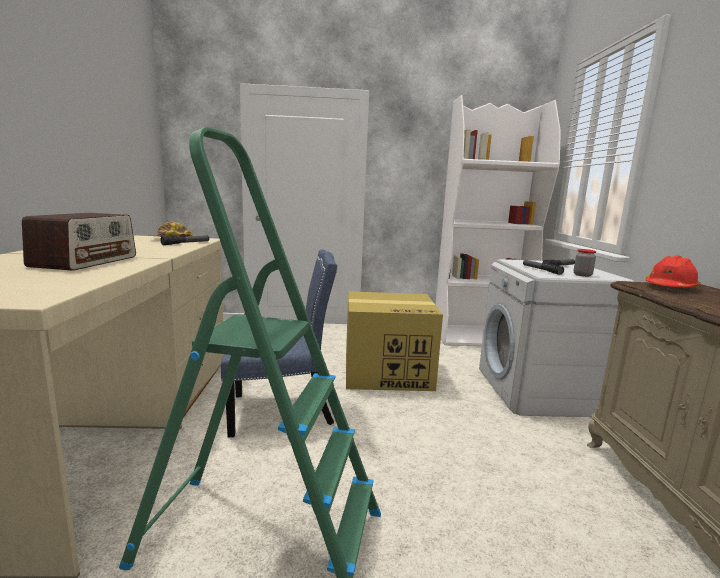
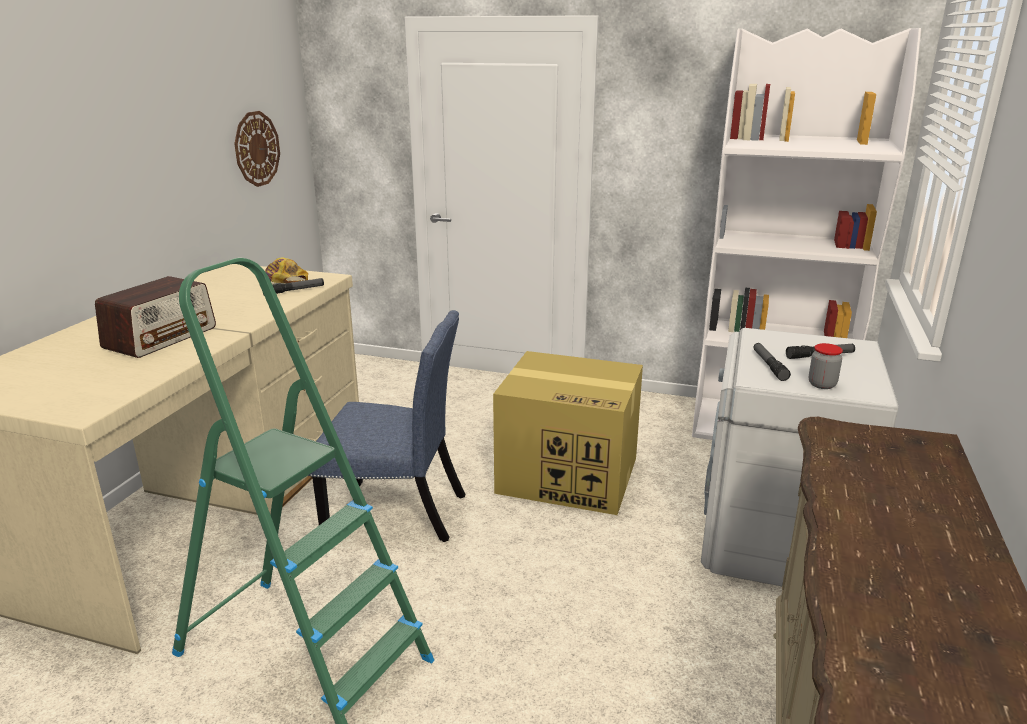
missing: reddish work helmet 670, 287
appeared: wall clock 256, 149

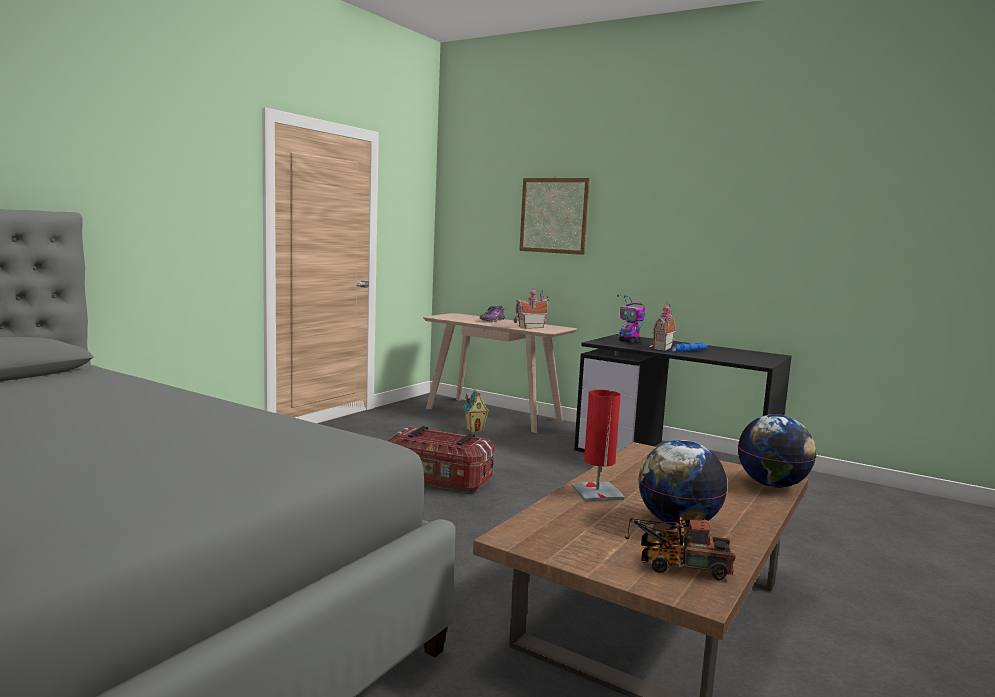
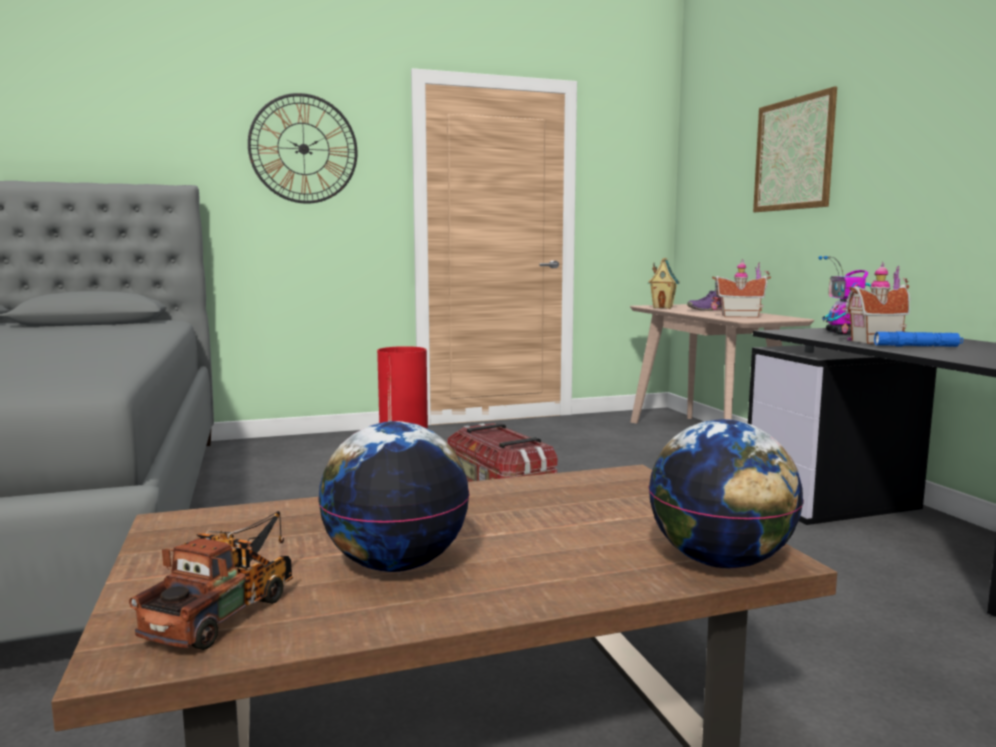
appeared: wall clock 303, 149
relocated: model house 475, 430 to 663, 307
spun: model truck 677, 566 = 228, 611 60 degrees clockwise

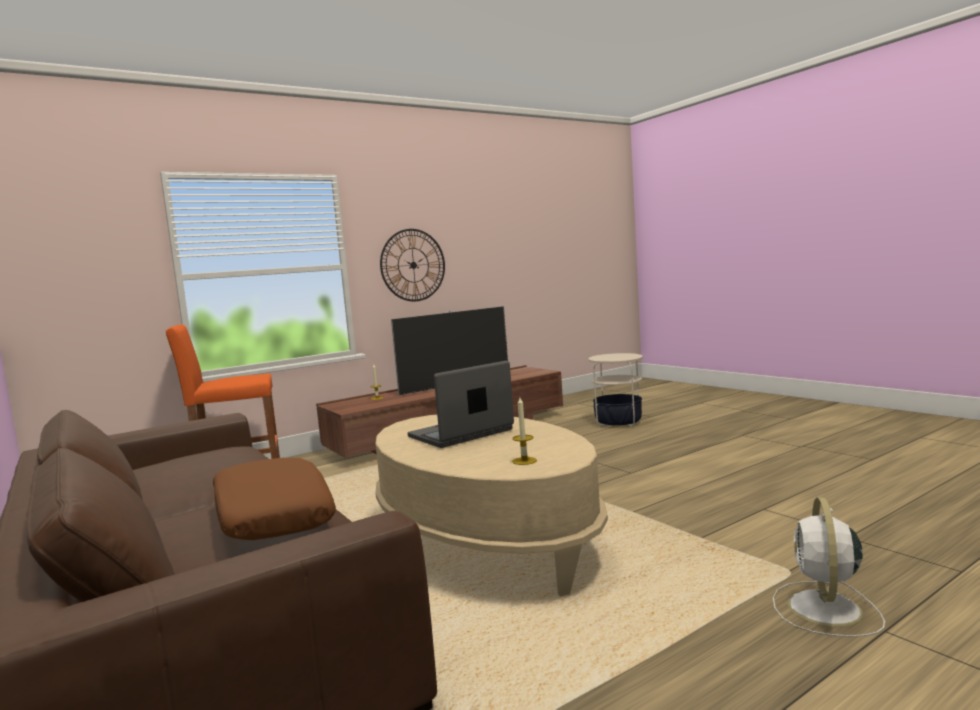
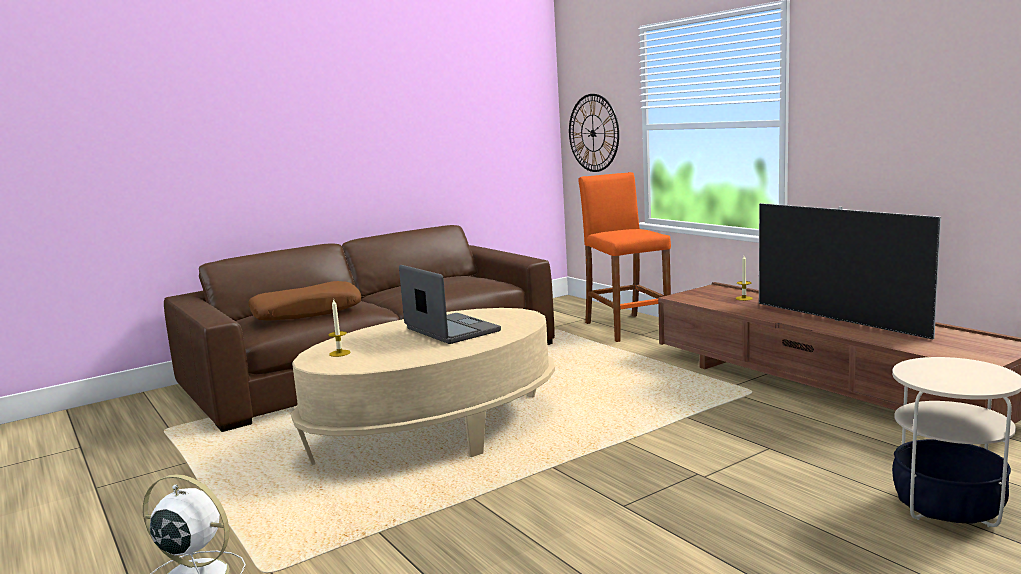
relocated: wall clock 413, 265 to 593, 133

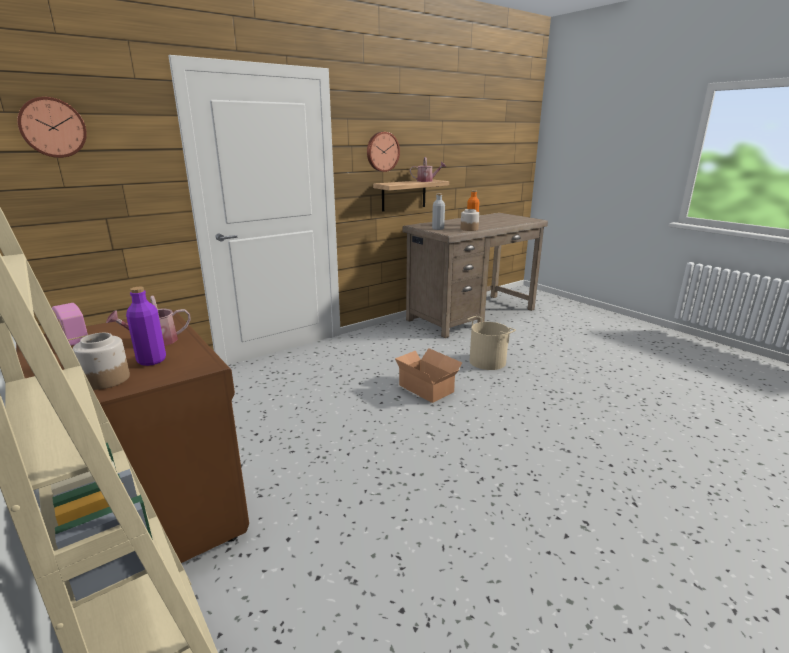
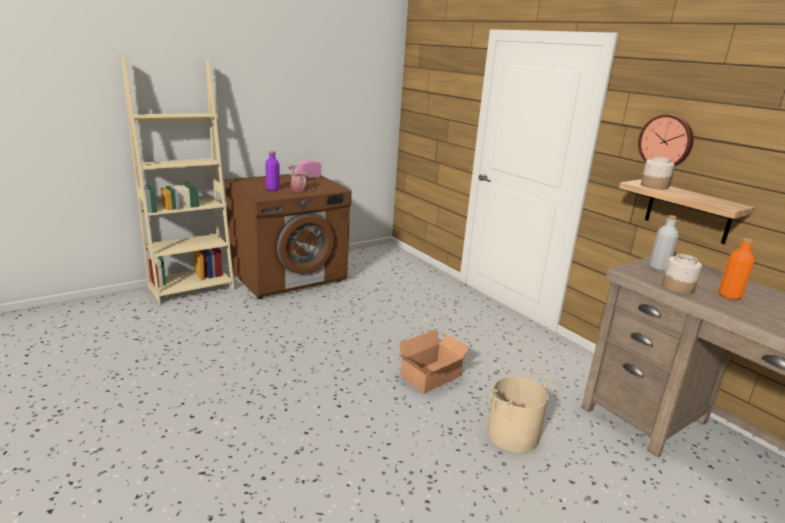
missing: wall clock 52, 127; watering can 427, 181
relocated: jar 106, 380 to 653, 186

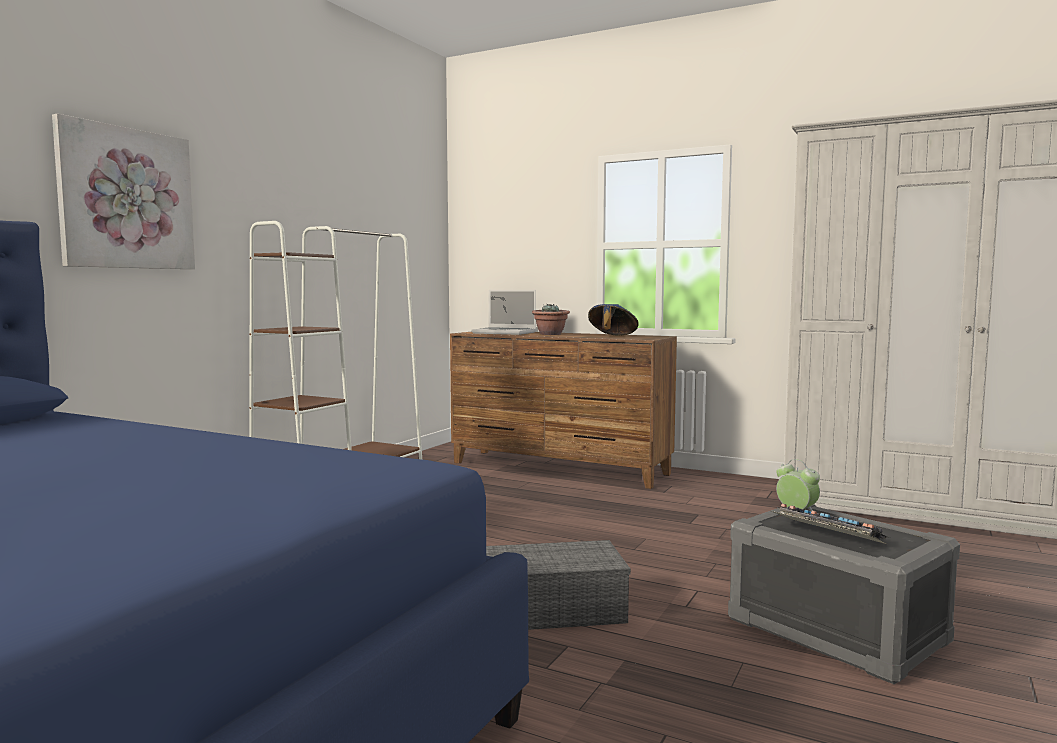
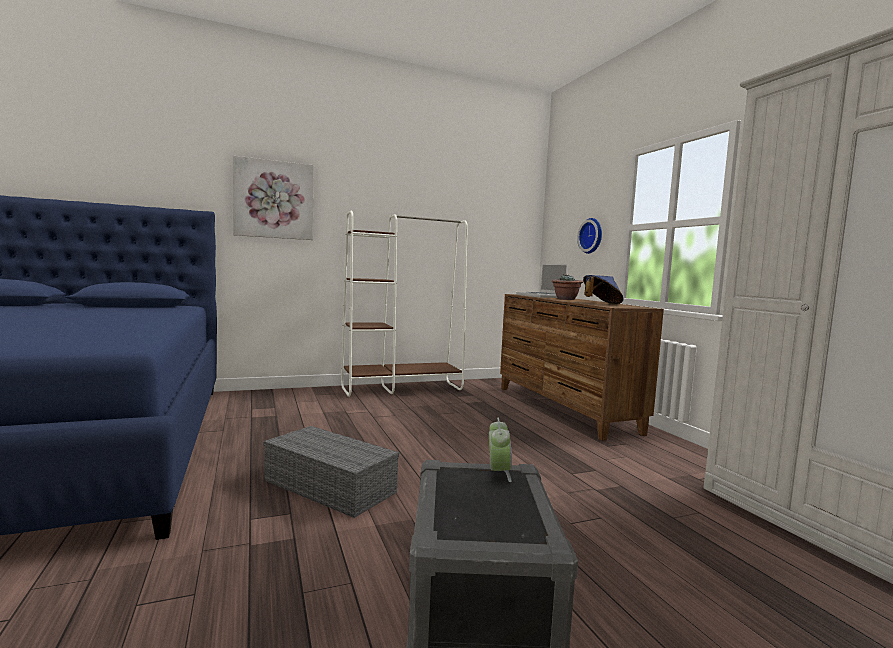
missing: keyboard 825, 536
appeared: wall clock 592, 236

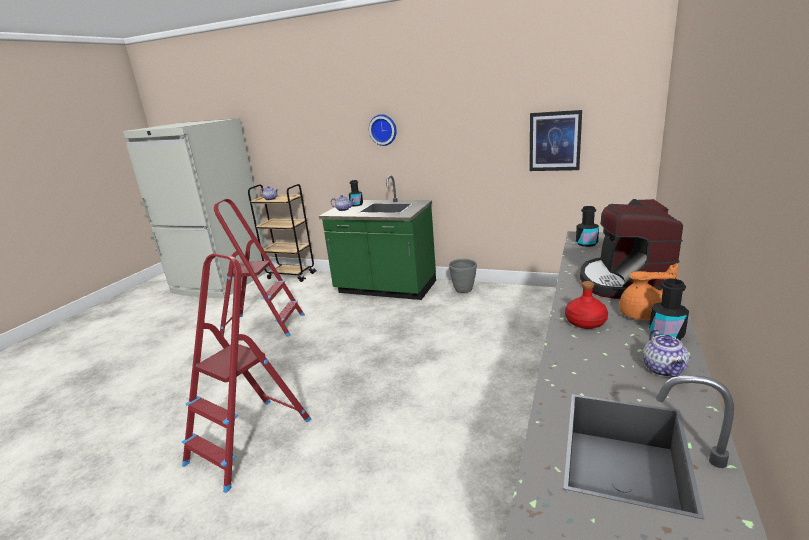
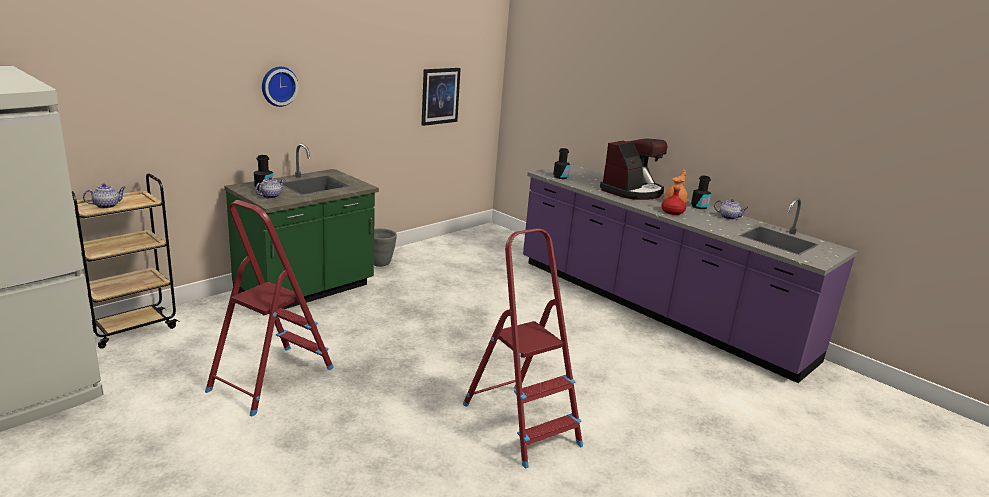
spun: coffee maker 624, 282 = 632, 191 75 degrees counterclockwise

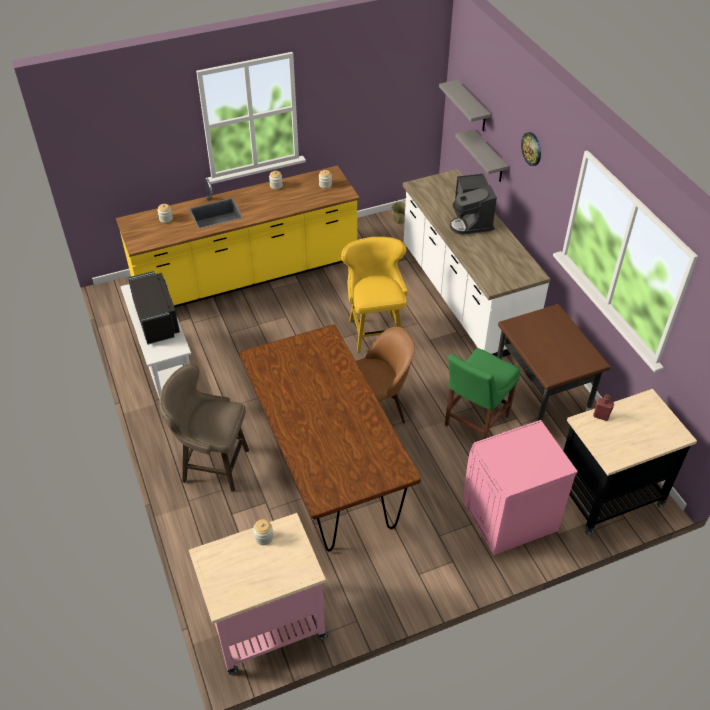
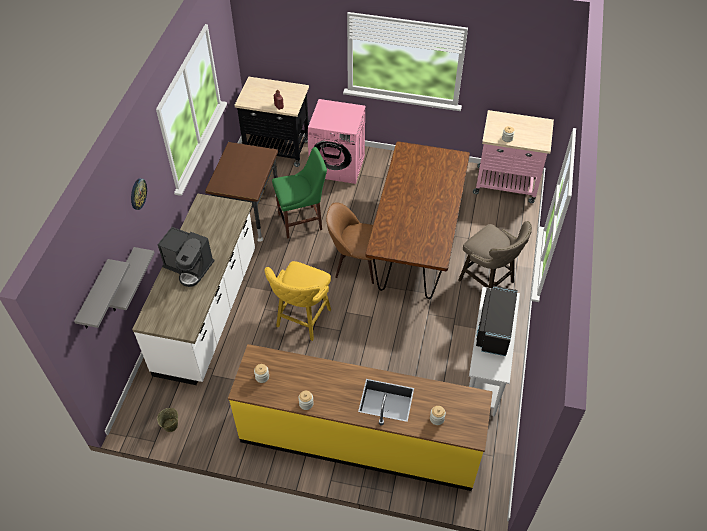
spun: coffee maker 471, 221 = 189, 267 90 degrees clockwise

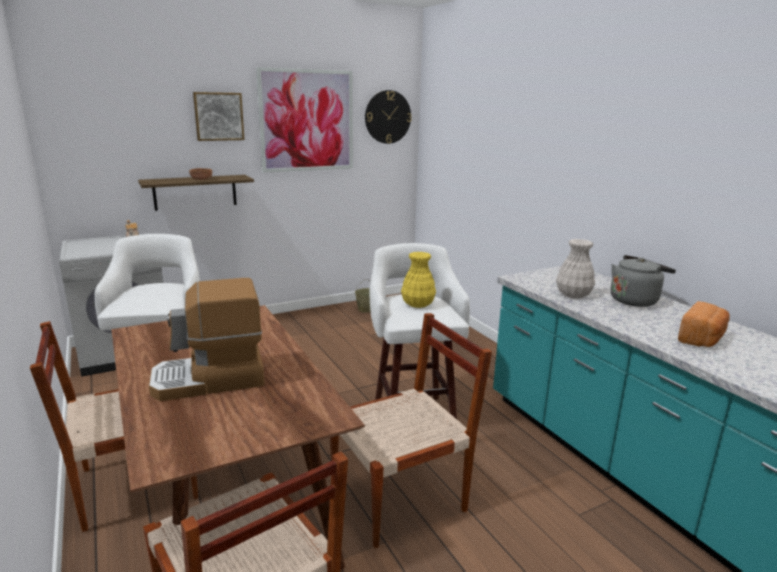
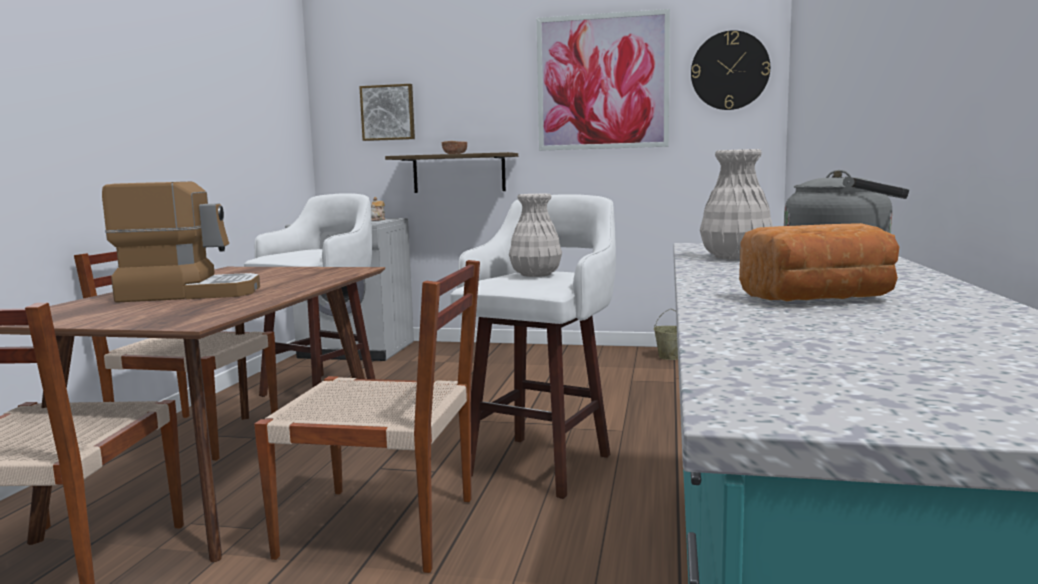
relocated: wall art 218, 116 to 388, 112
colour: yellowish vase 418, 304 to whitish vase 535, 275
spun: coffee maker 210, 380 = 190, 293 150 degrees clockwise

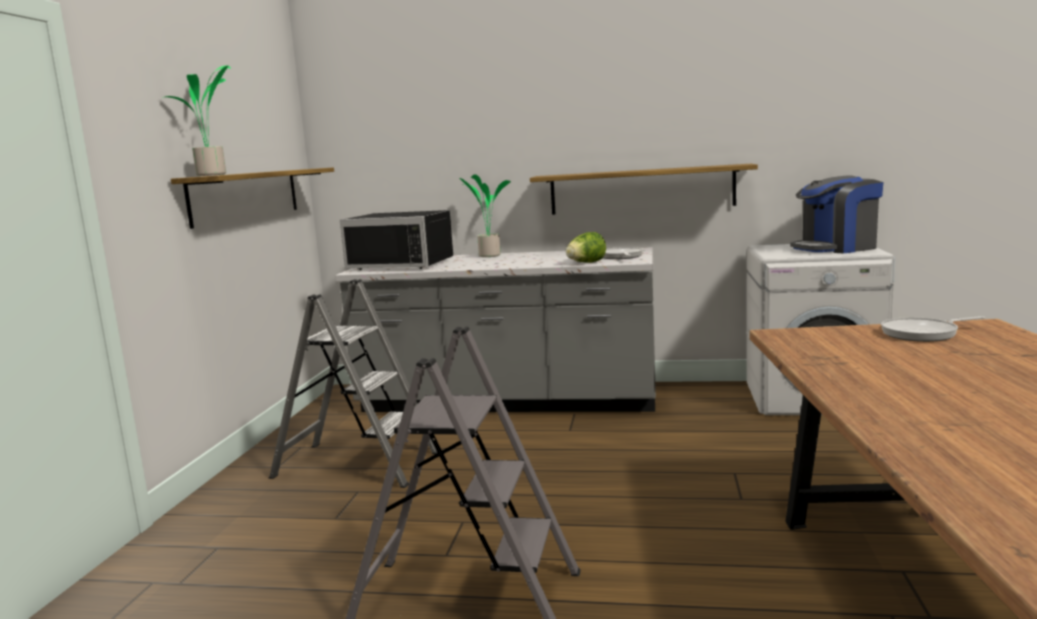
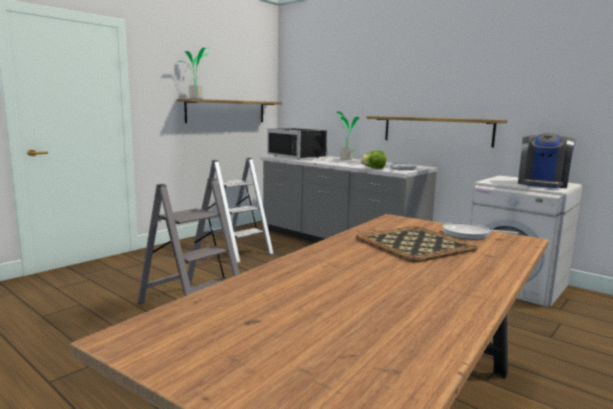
appeared: tray 416, 244
spun: coffee maker 836, 248 = 542, 184 75 degrees counterclockwise

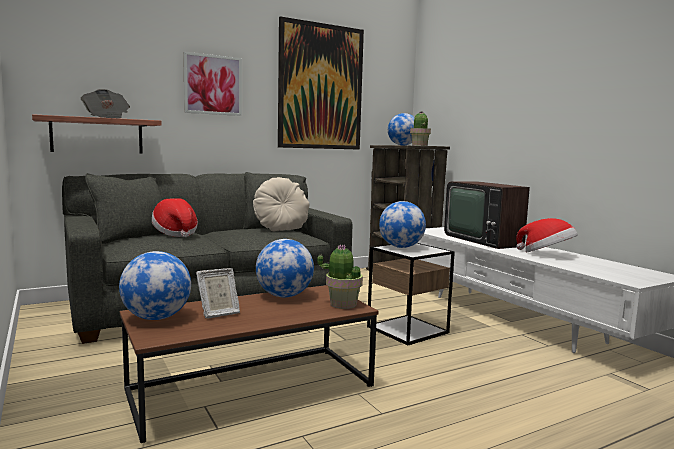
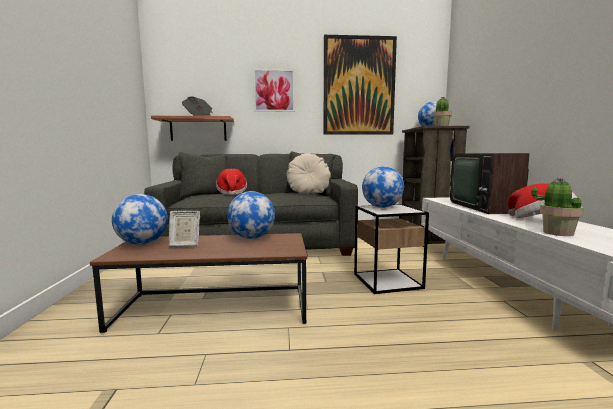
relocated: plant in a pot 343, 304 to 557, 233

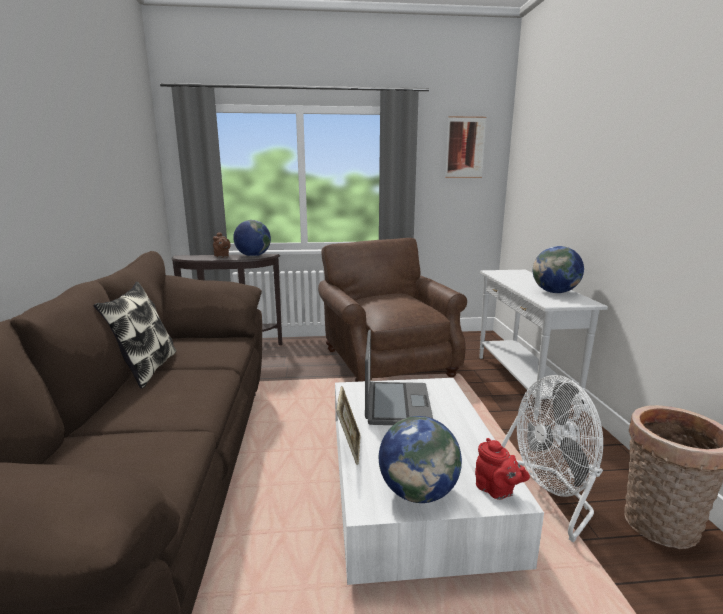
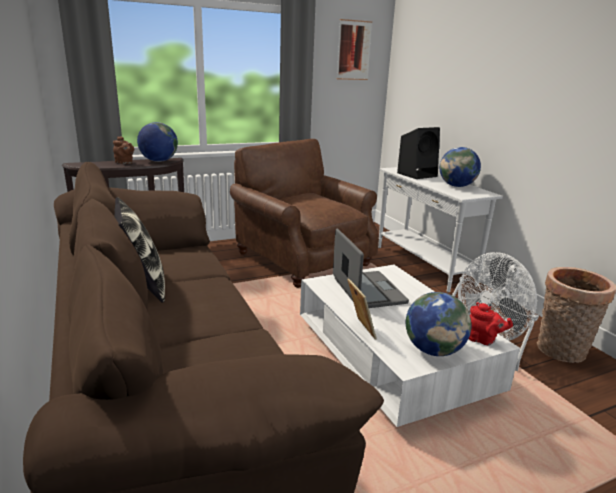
appeared: blackish loudspeaker 417, 174

